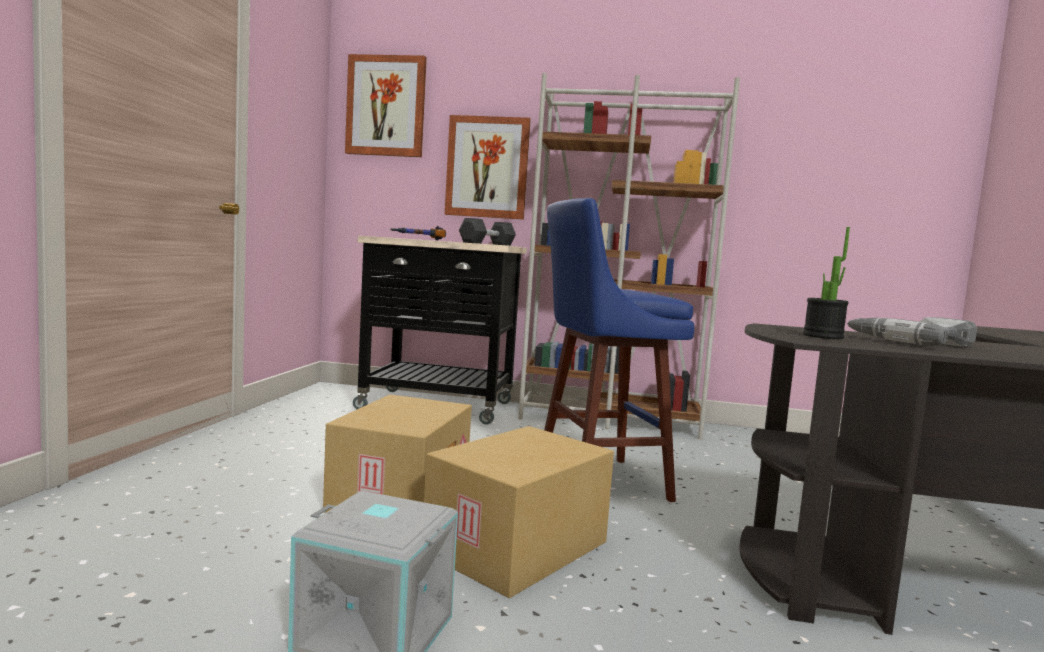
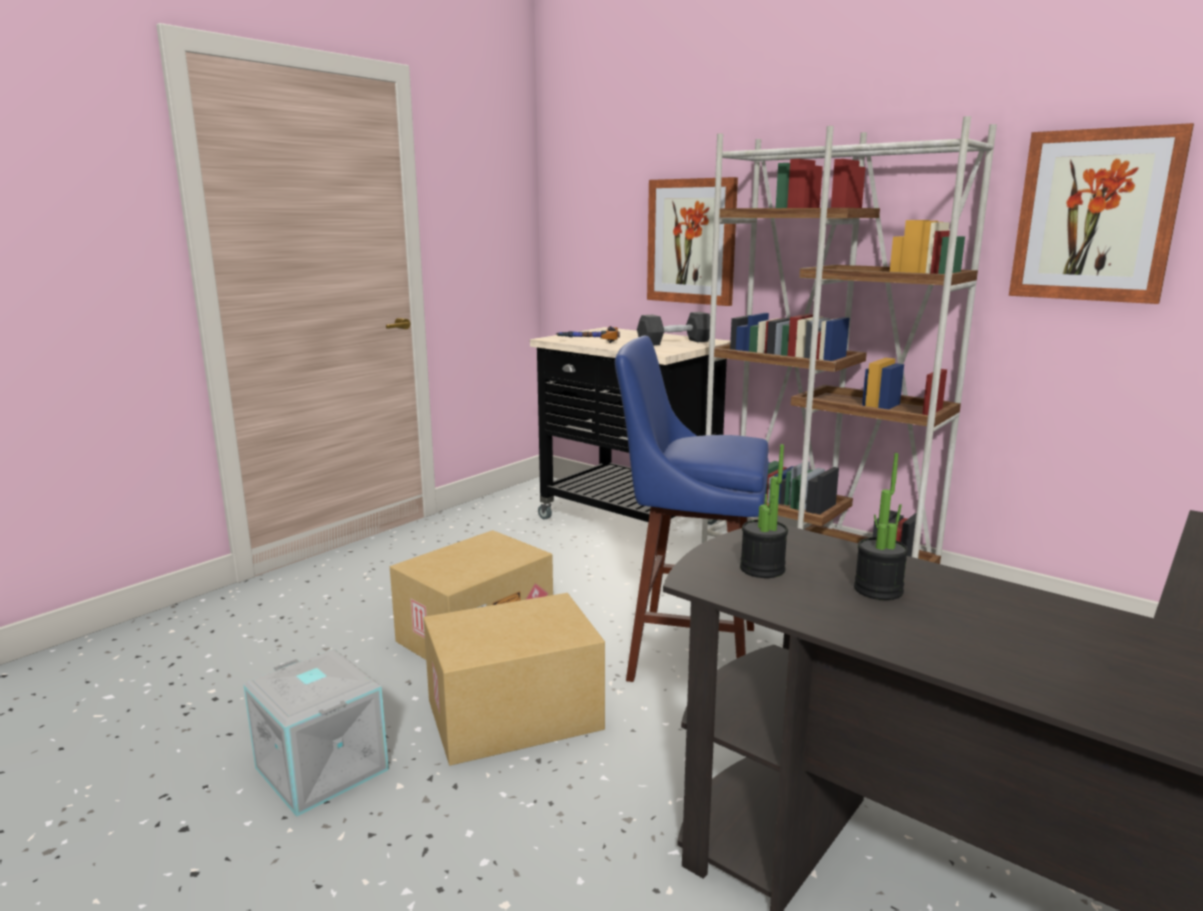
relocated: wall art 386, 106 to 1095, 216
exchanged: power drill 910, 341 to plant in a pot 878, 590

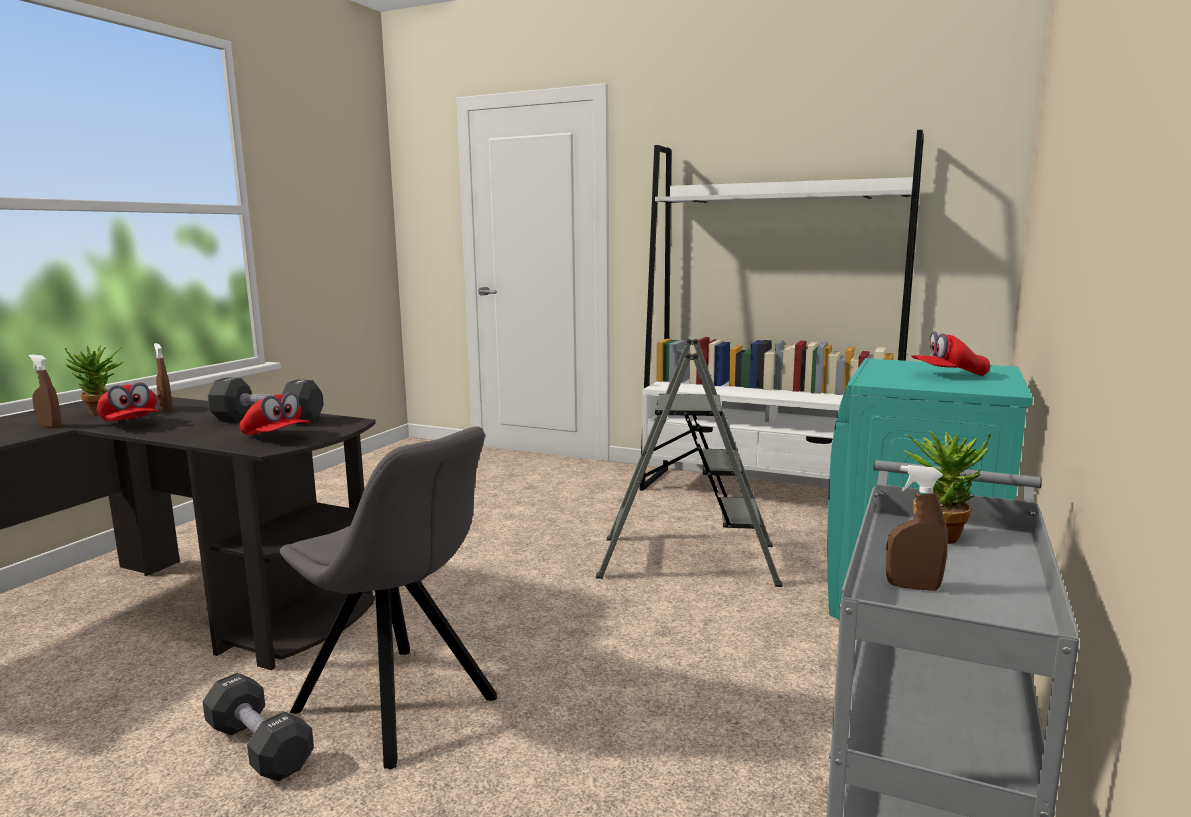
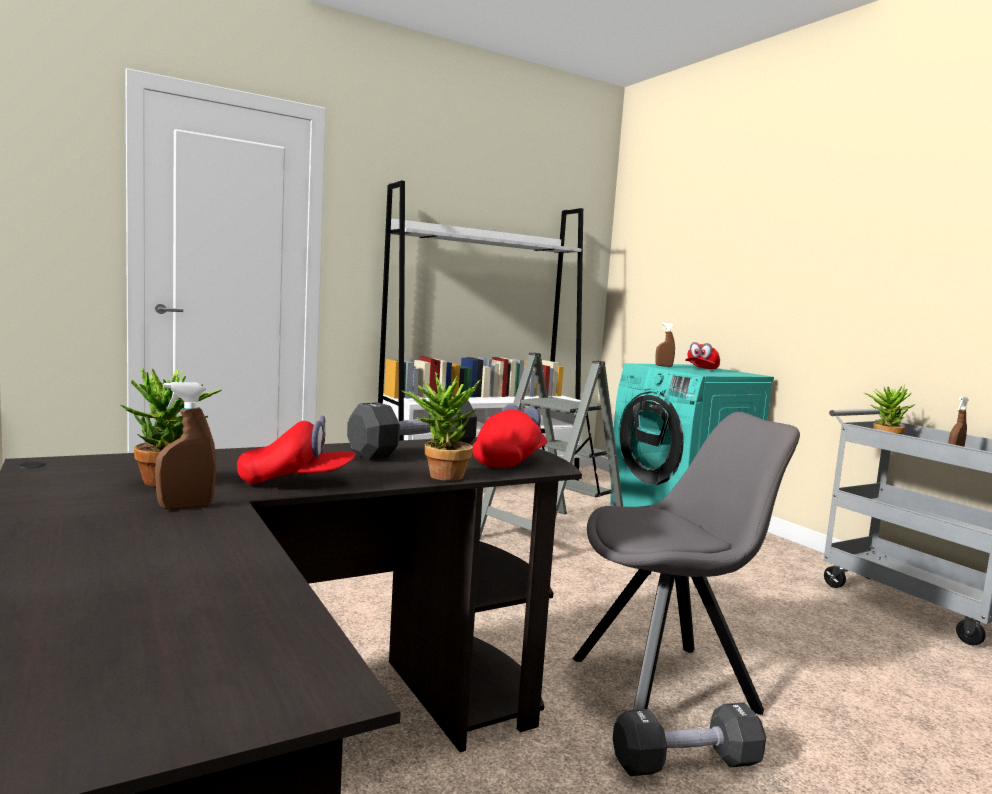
appeared: plant in a pot 439, 476
relocated: brown-coloured spray bottle 166, 409 to 664, 366
spun: reddish cap 276, 437 = 509, 460 45 degrees counterclockwise

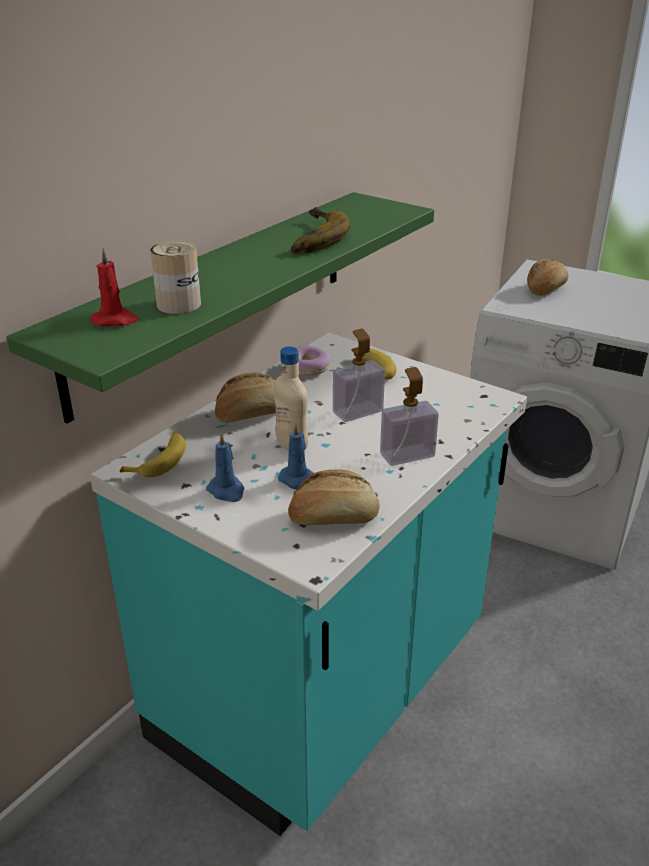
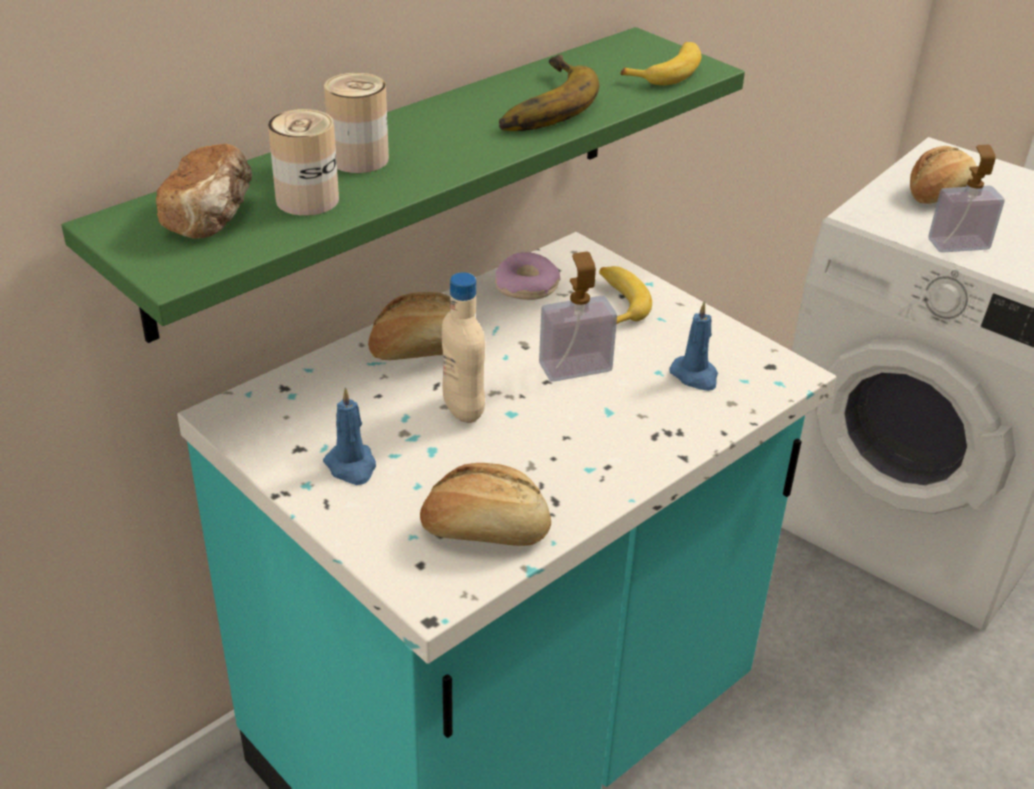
appeared: sealed can 359, 159
relocated: banana fruit 160, 460 to 667, 72; bluish wax candle 298, 480 to 695, 376; soap dispenser 407, 455 to 958, 244
exchanged: reddish wax candle 116, 320 to bread 212, 216

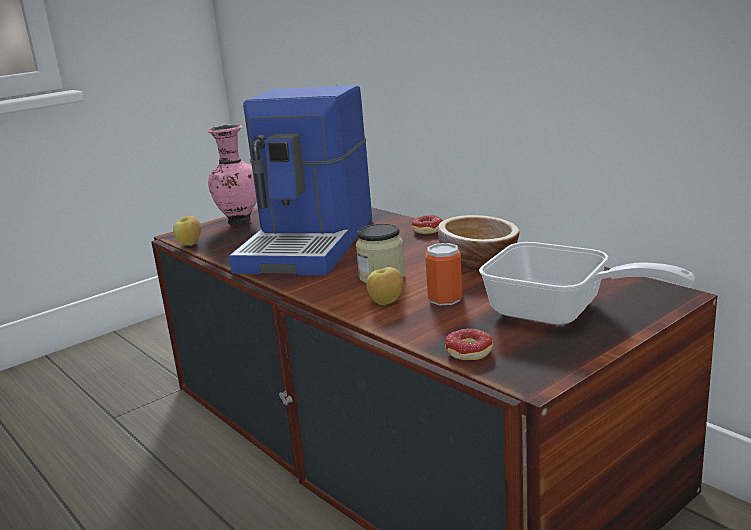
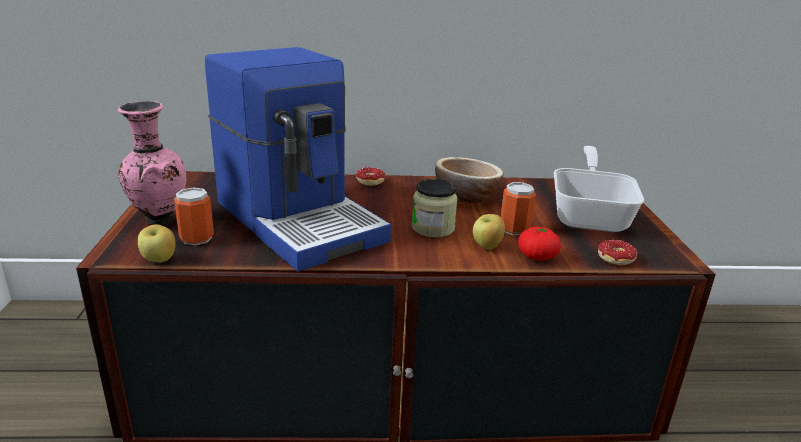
appeared: sealed can 197, 238; whole tomato 537, 256
spun: skillet 560, 313 = 590, 215 60 degrees counterclockwise

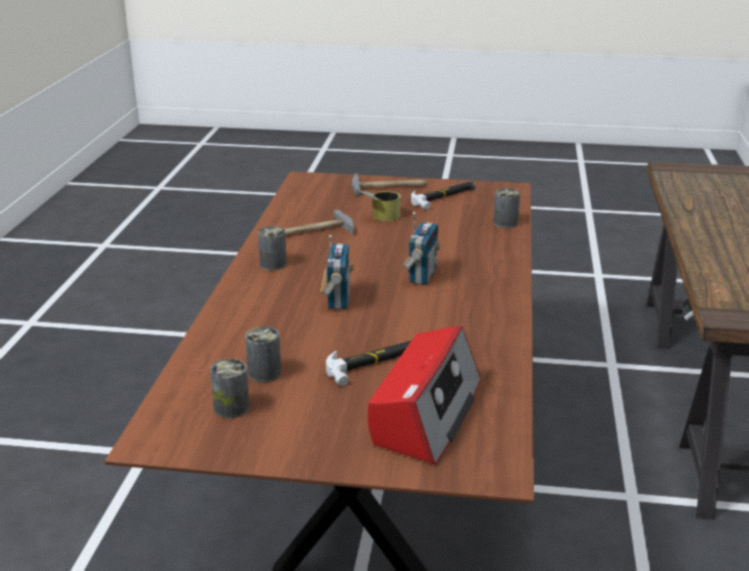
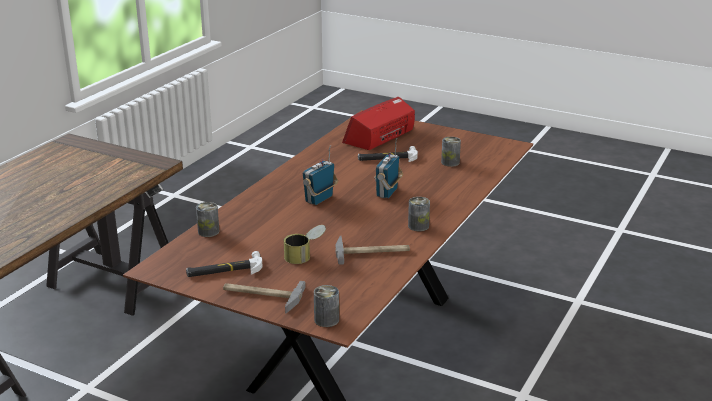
relocated: sealed can 231, 408 to 326, 320

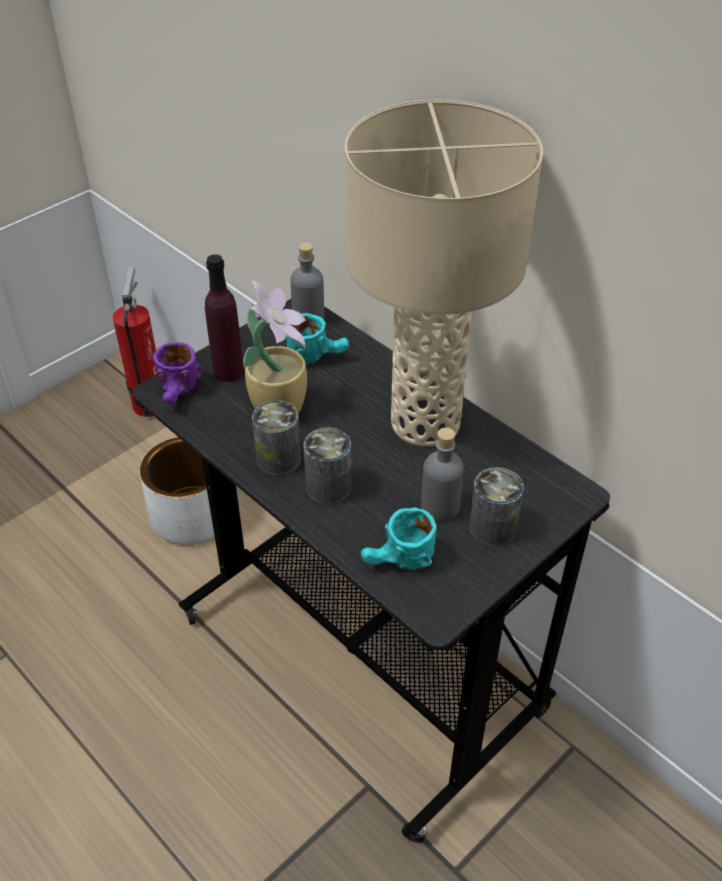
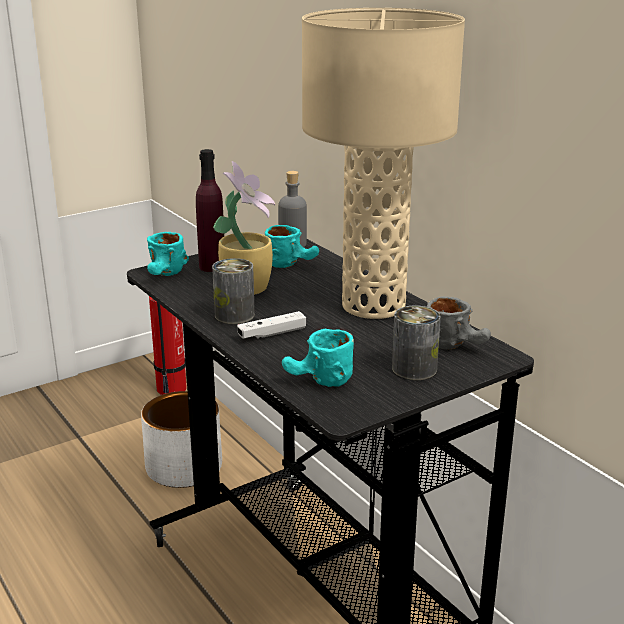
missing: greyish bottle 440, 507
appeared: greyish mug 458, 345
exchanged: sealed can 328, 486 to whitish game controller 272, 333
colour: purple mug 179, 394 to blue-green mug 165, 275

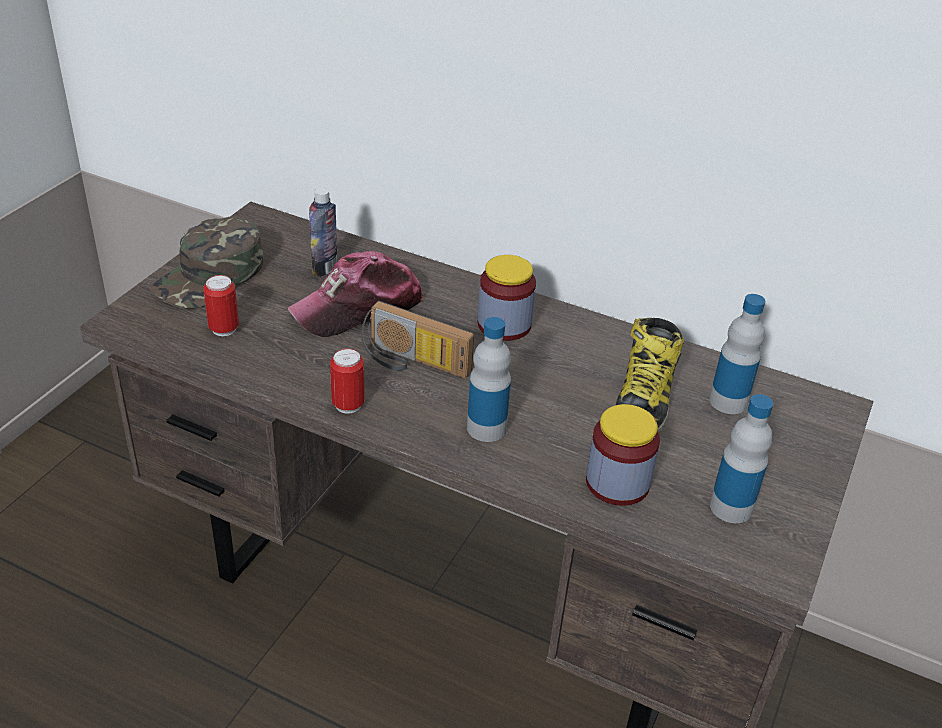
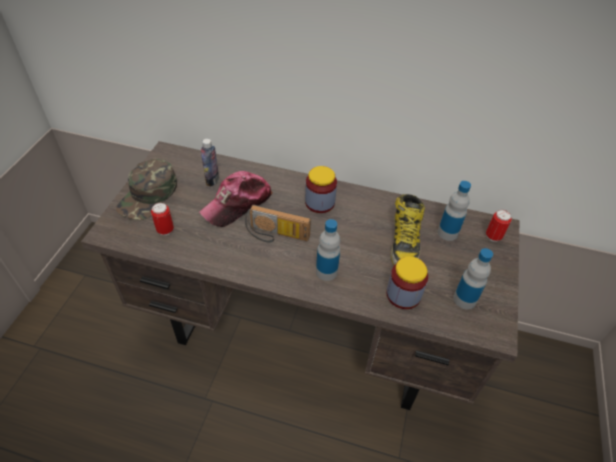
relocated: sealed can 348, 405 to 493, 236

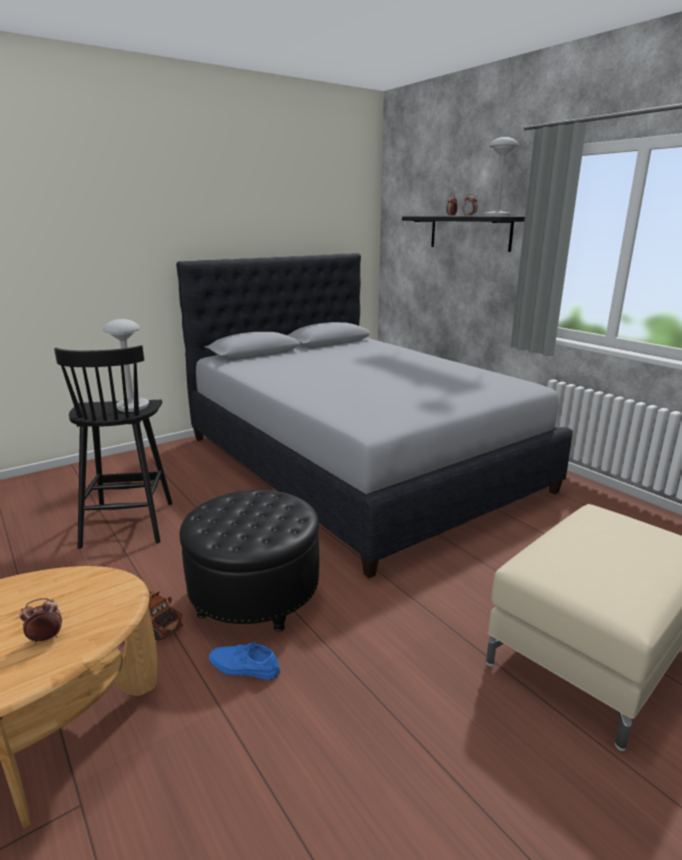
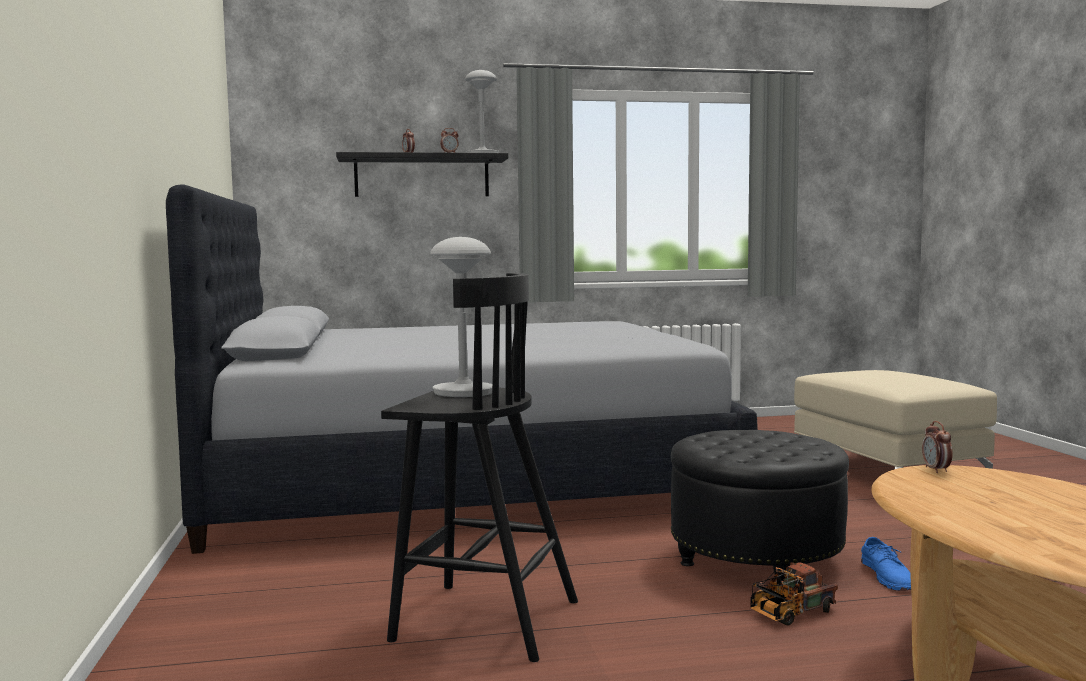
relocated: bedside clock 46, 638 to 936, 470
spun: bluish item of footwear 243, 667 = 887, 576 45 degrees counterclockwise

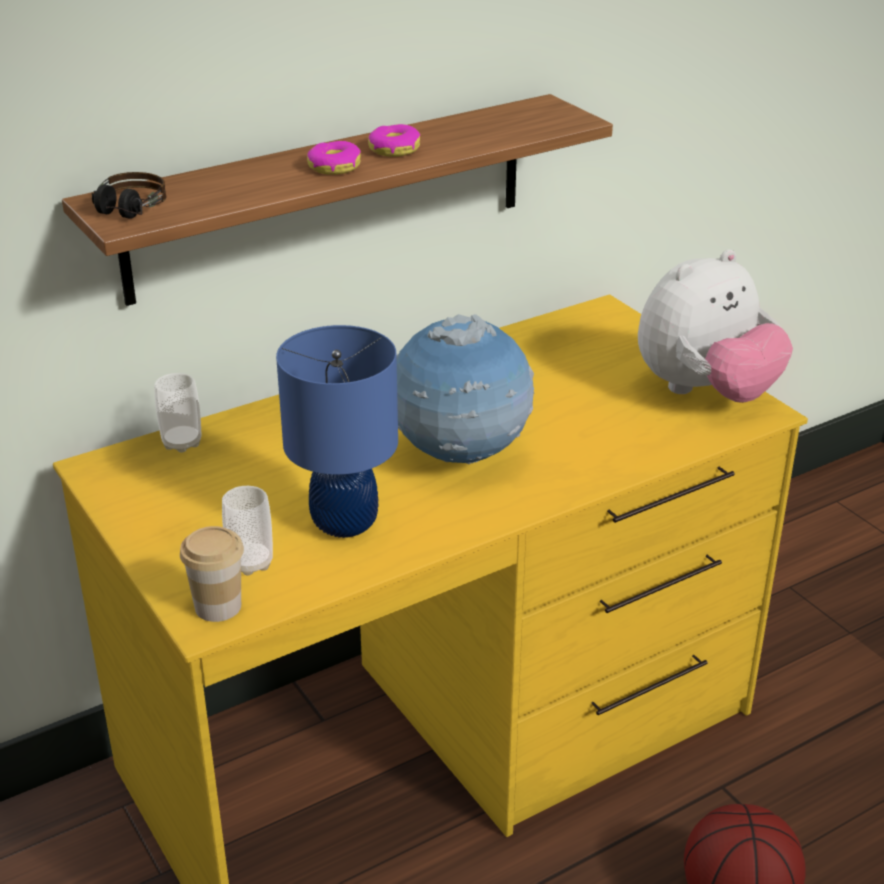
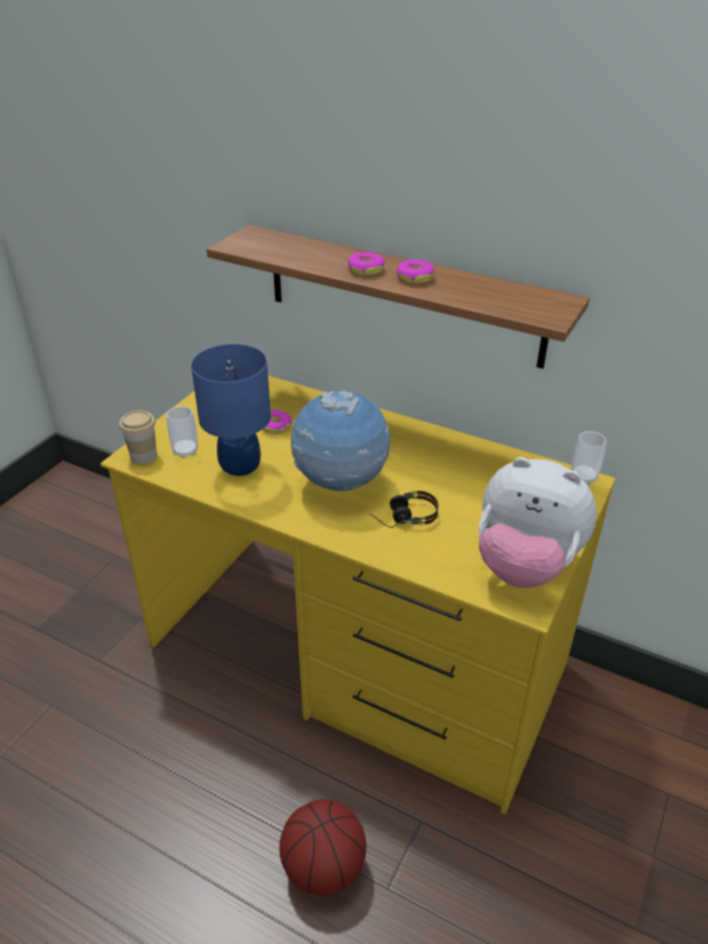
appeared: ring doughnut 275, 426
relocated: pair of headphones 124, 215 to 402, 518; small cup 182, 443 to 583, 478

